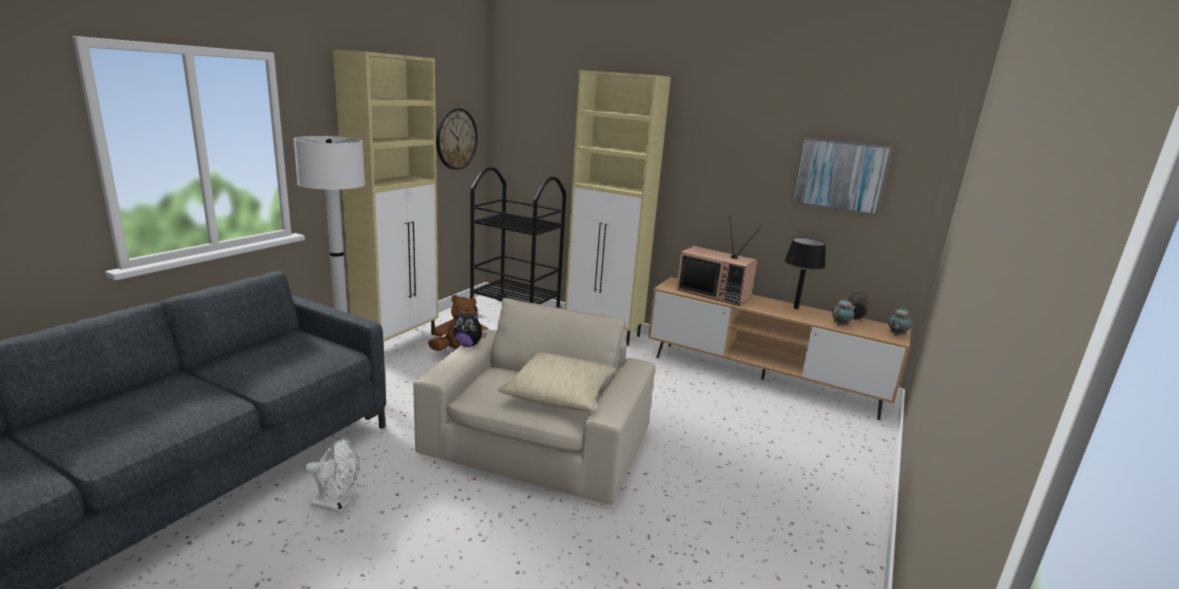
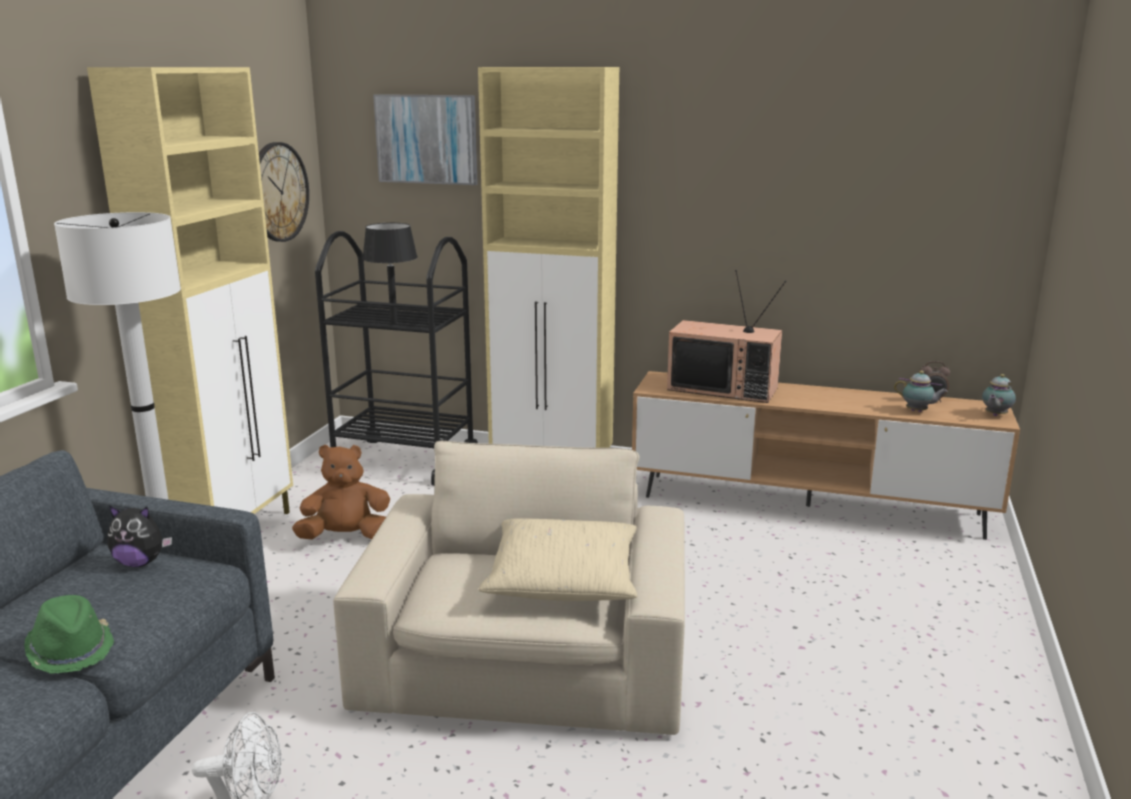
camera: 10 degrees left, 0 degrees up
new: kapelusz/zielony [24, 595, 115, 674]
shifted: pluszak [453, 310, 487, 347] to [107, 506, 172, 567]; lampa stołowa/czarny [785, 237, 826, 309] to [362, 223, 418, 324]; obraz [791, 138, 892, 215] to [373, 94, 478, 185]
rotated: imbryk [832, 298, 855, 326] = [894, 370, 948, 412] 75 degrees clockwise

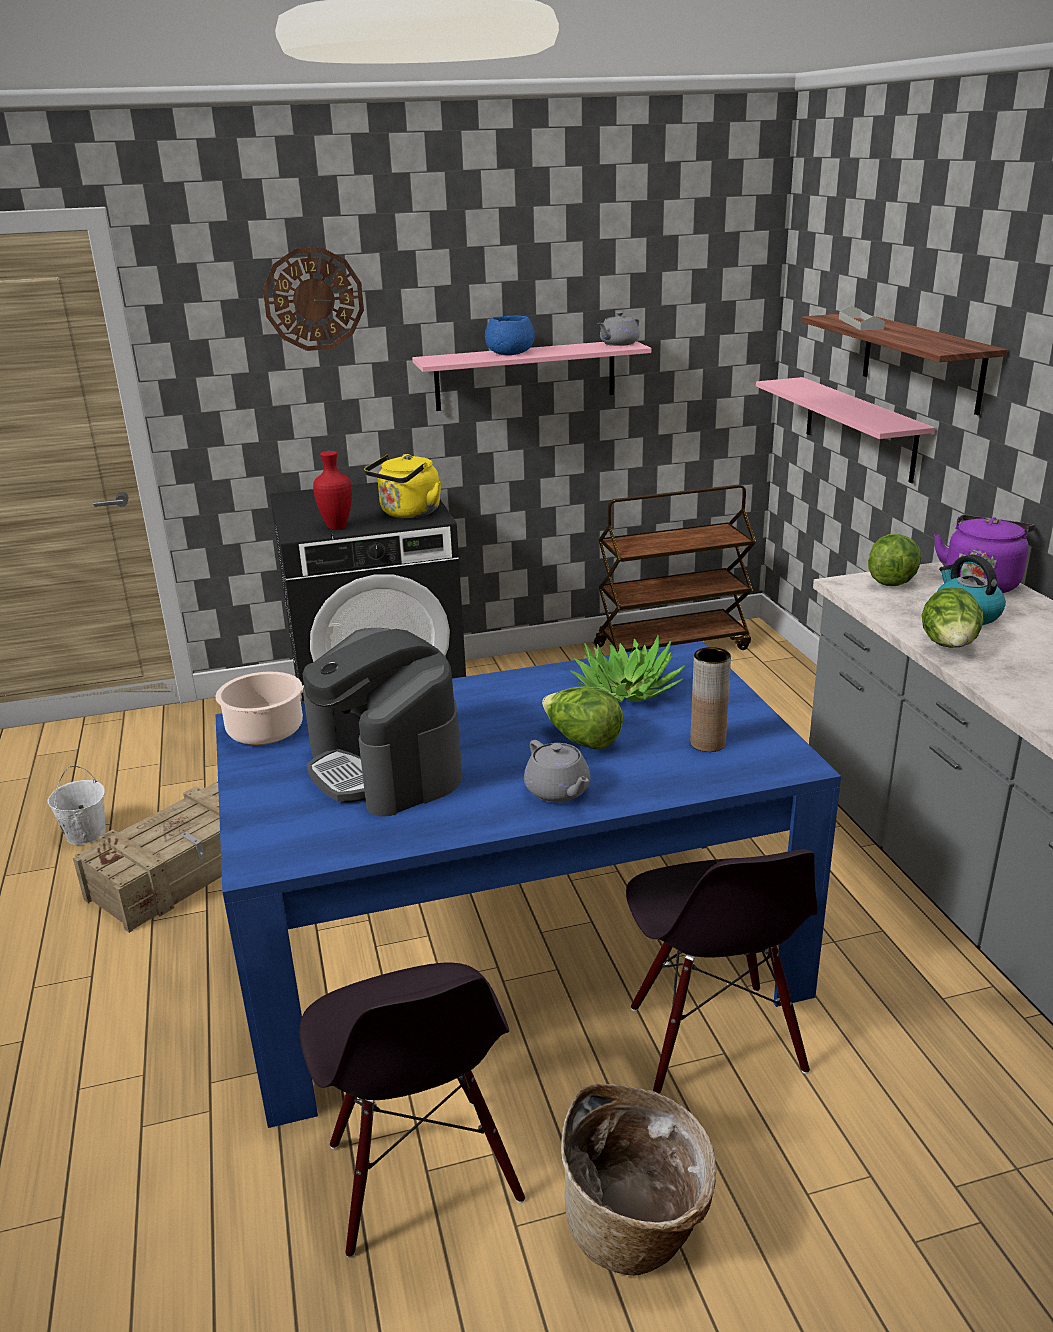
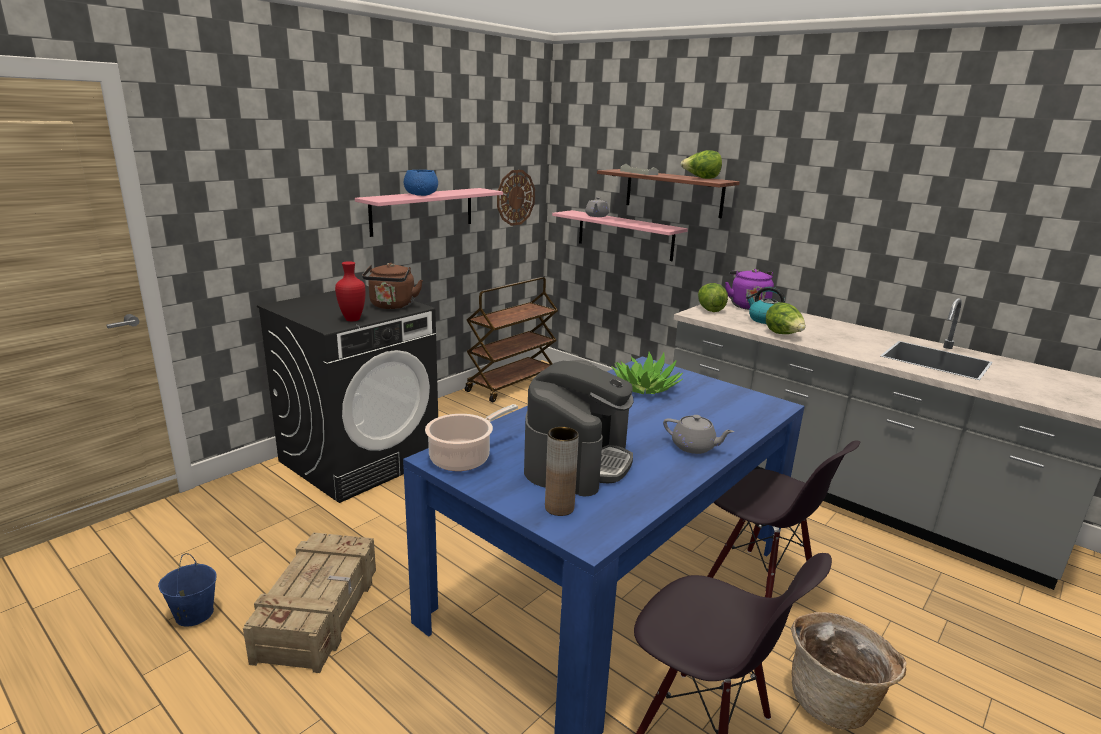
camera: 35 degrees left, 5 degrees down
shifted: zegar ścienny [263, 247, 364, 351] to [497, 170, 535, 226]; sałata [542, 687, 623, 750] to [681, 150, 722, 179]; imbryk/szary [598, 312, 640, 346] to [585, 197, 609, 217]; wazon/brązowy [690, 647, 731, 752] to [545, 427, 579, 516]
repainted: wiadro/biały [48, 766, 106, 845] to wiadro/niebieski [158, 553, 216, 627]; czajnik/żółty [364, 454, 441, 518] to czajnik/brązowy [362, 263, 423, 309]
rotated: ekspres do kawy [303, 628, 463, 817] = [524, 360, 634, 496] 90 degrees counterclockwise

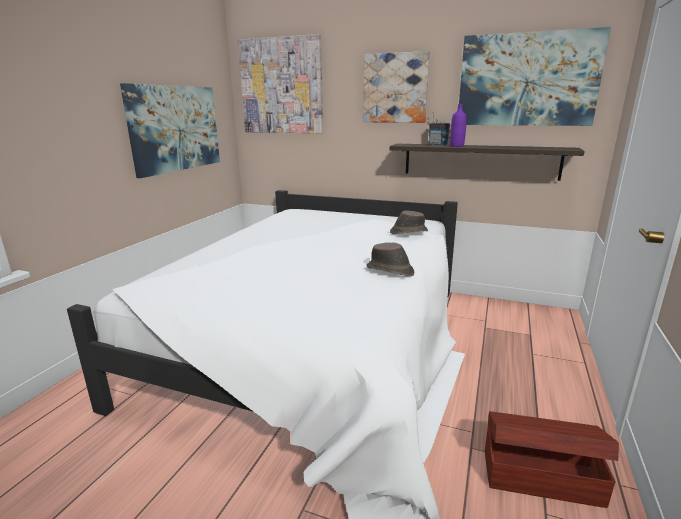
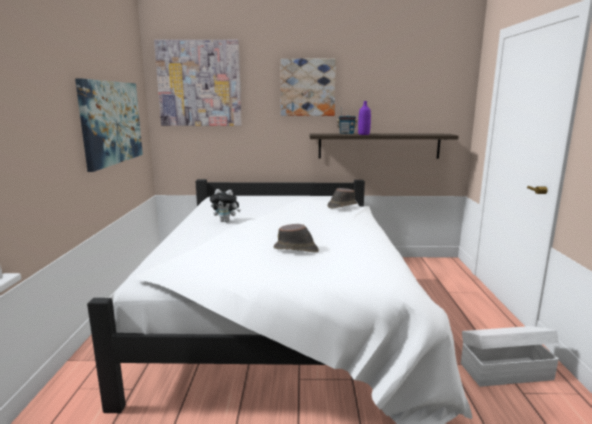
camera: 20 degrees left, 5 degrees down
gone: obraz [459, 27, 611, 126]
new: pluszak [210, 189, 240, 222]
shifted: kapelusz/brązowy [366, 242, 414, 276] to [273, 224, 319, 253]
repainted: pojemnik do przechowywania/brązowy [485, 411, 619, 508] to pojemnik do przechowywania/biały [461, 326, 559, 387]

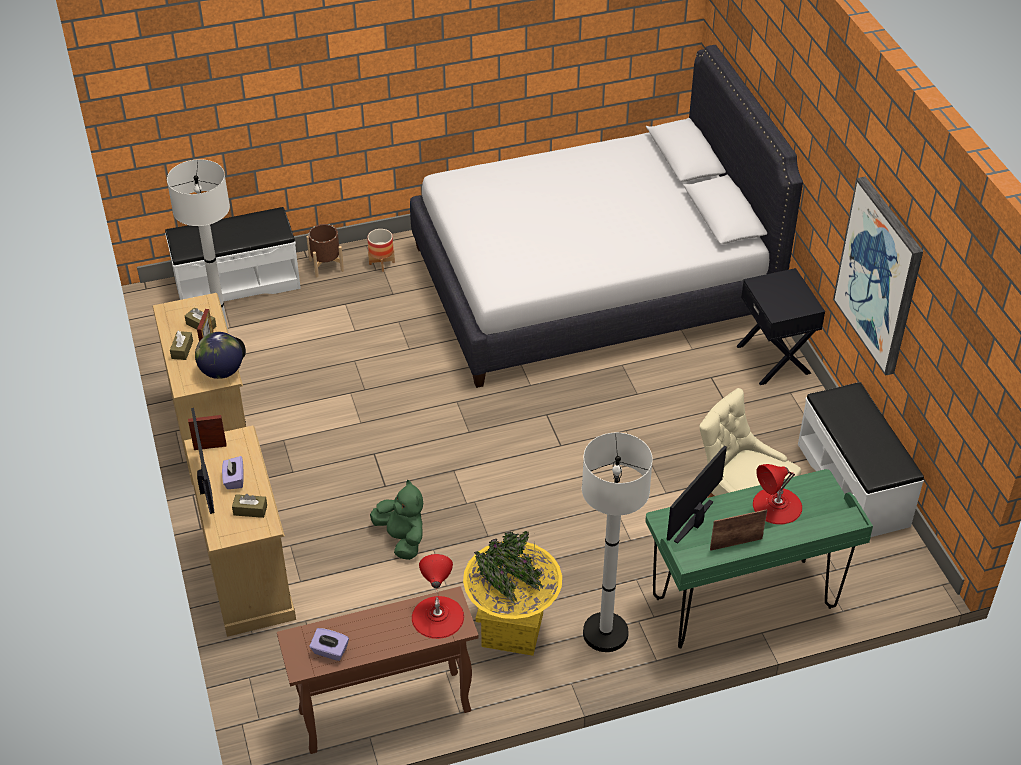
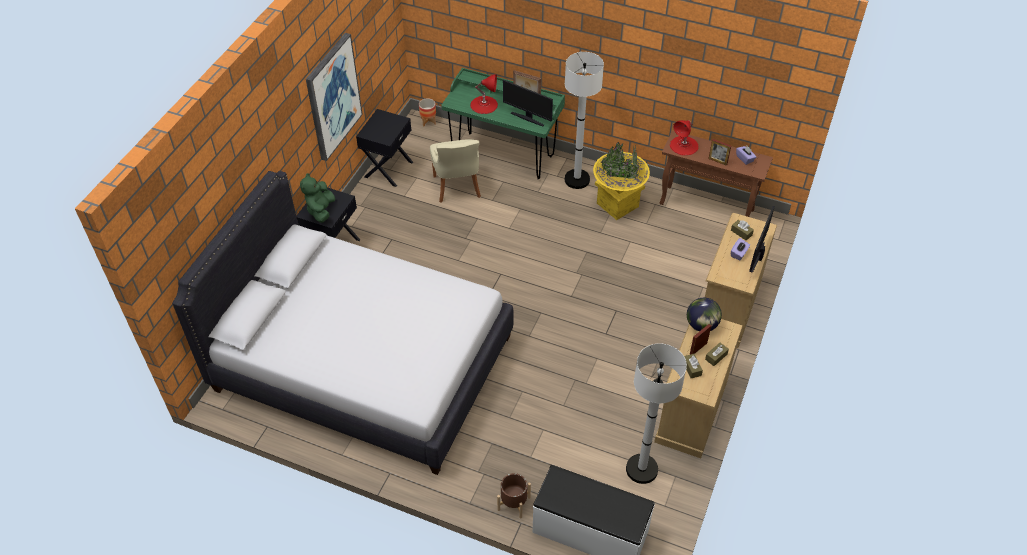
camera: 140 degrees left, 5 degrees up
shifted: ramka na zdjęcie [188, 415, 227, 450] to [709, 139, 731, 166]; donica [367, 229, 395, 272] to [419, 98, 436, 126]; pluszak/zielony [370, 480, 423, 560] to [300, 173, 335, 223]
swapped: ławka/biały [798, 382, 924, 537] to szafka nocna/czarny [356, 109, 413, 187]
rotated: monitor [667, 445, 727, 543] = [503, 80, 553, 127] 45 degrees clockwise

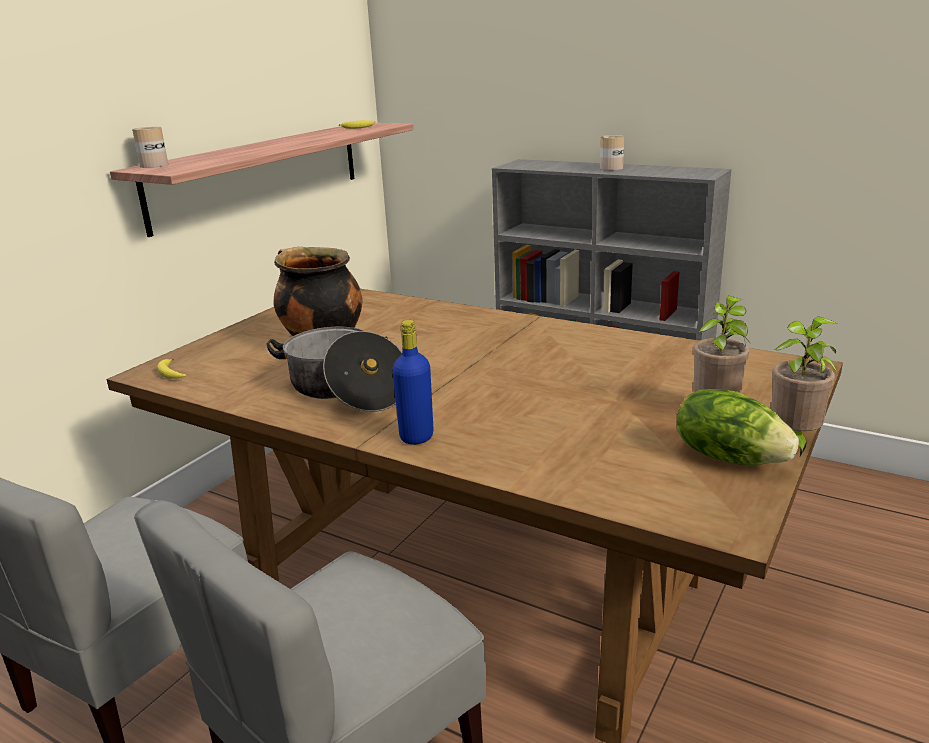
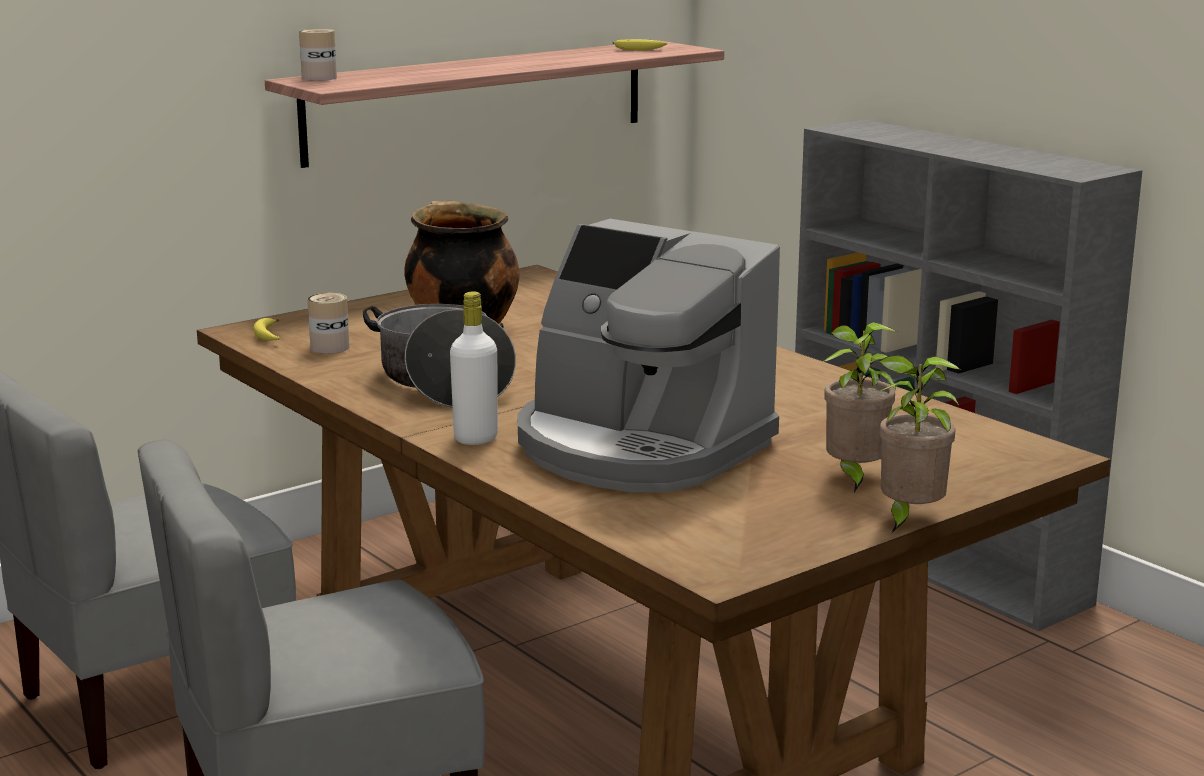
camera: 20 degrees right, 5 degrees down
gone: sałata [677, 389, 799, 465]
new: ekspres do kawy [517, 219, 780, 492]
shifted: puszka [600, 135, 624, 170] to [308, 293, 350, 354]
repainted: butelka/niebieski [392, 320, 434, 444] to butelka/biały [450, 292, 498, 445]

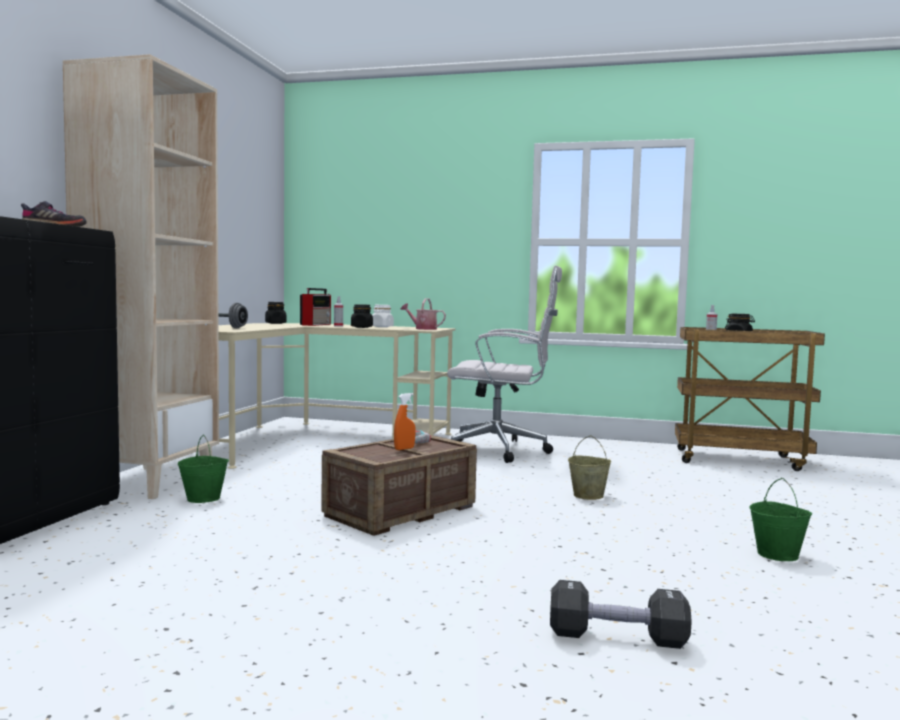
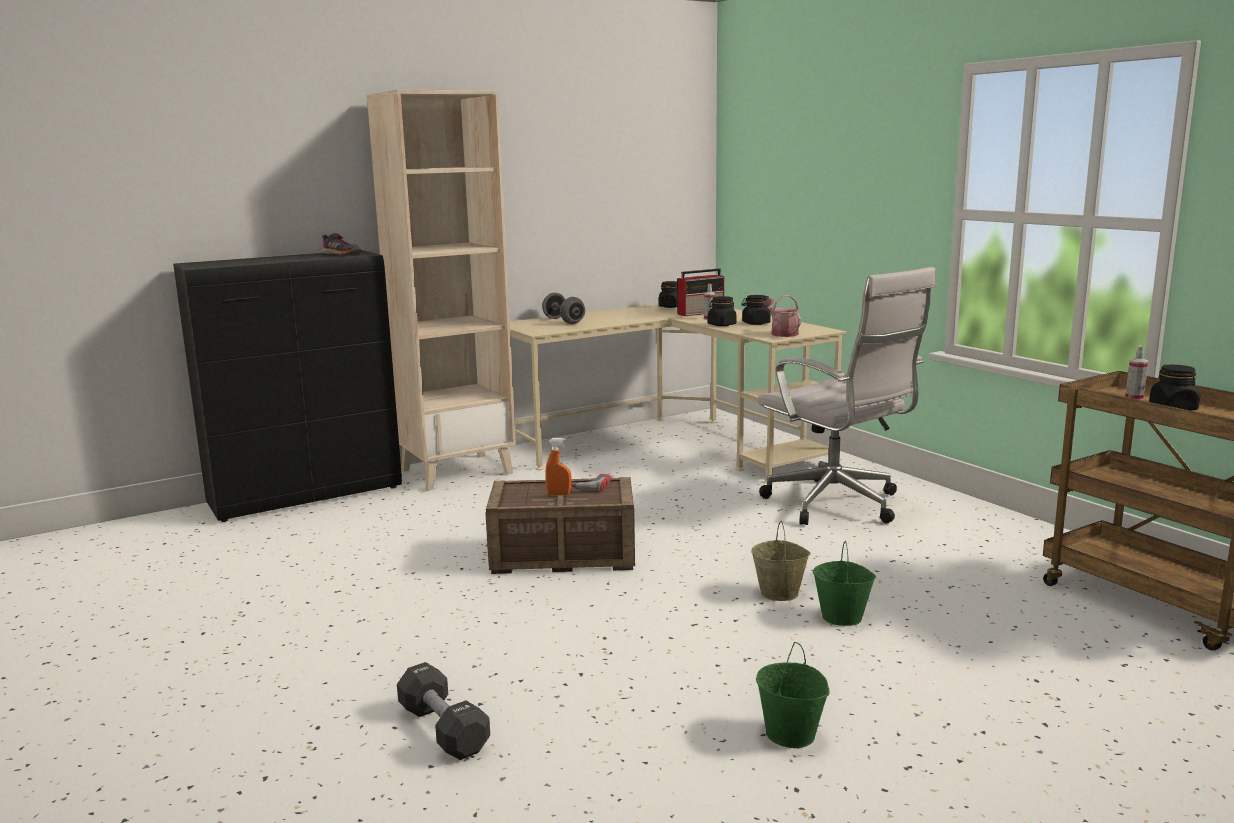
camera: 45 degrees right, 10 degrees up
shifted: wiadro/zielony [178, 435, 229, 503] to [813, 541, 876, 626]
repainted: słoik/biały [372, 305, 394, 327] to słoik/czarny [741, 295, 771, 325]

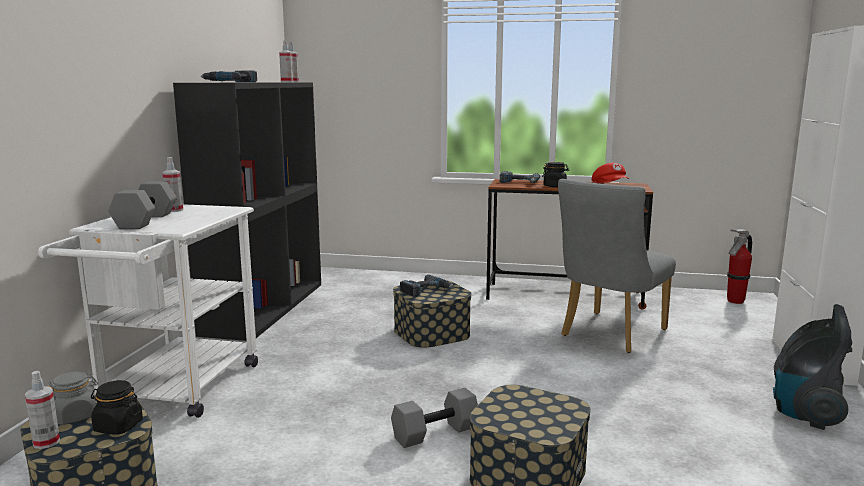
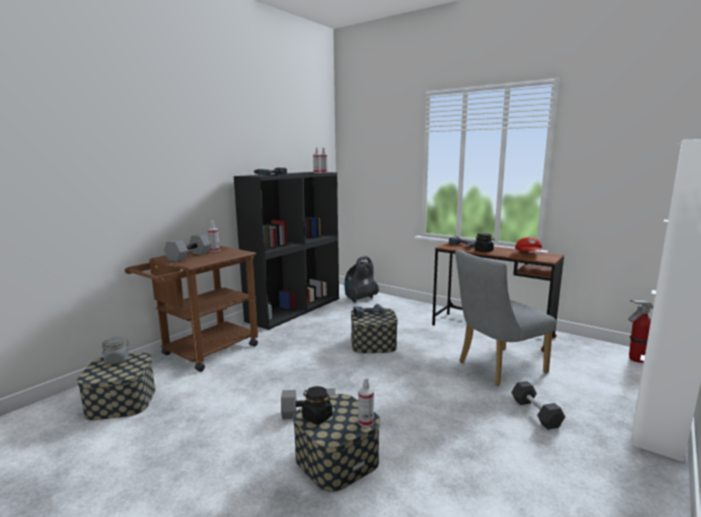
camera: 25 degrees right, 0 degrees up
new: hantel/czarny [511, 381, 565, 430]
shifted: spryskiwacz [25, 371, 60, 449] to [358, 377, 374, 427]; słoik/czarny [91, 380, 143, 435] to [302, 386, 332, 425]; odkurzacz [773, 304, 852, 430] to [345, 256, 379, 303]
repainted: wózek/biały [38, 204, 258, 418] to wózek/brązowy [125, 246, 258, 372]

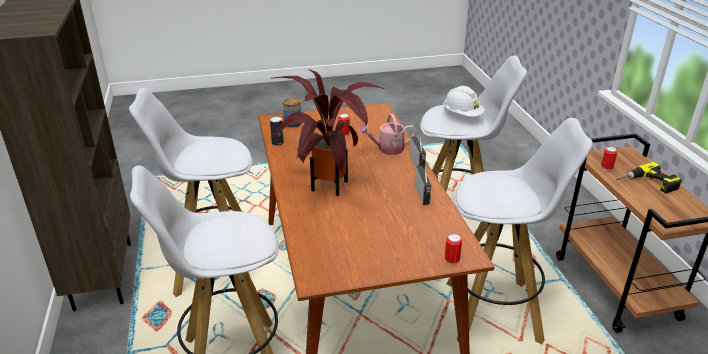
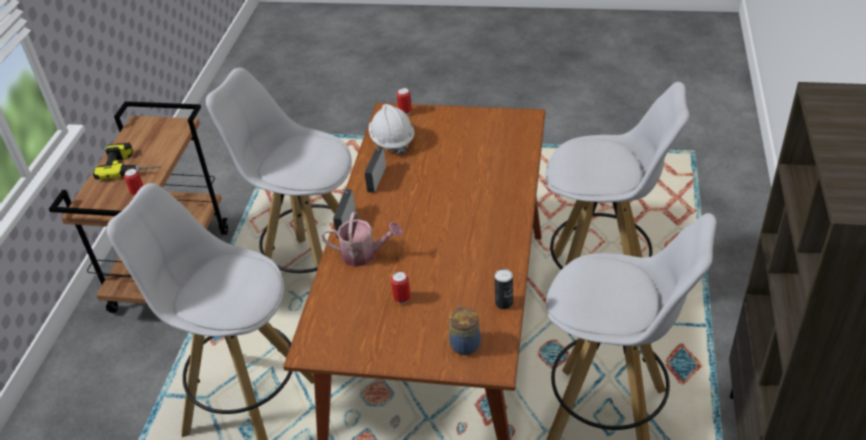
camera: 155 degrees left, 10 degrees up
gone: roślina doniczkowa [271, 69, 384, 196]
shifted: kask/biały [443, 86, 485, 117] to [369, 104, 414, 155]

